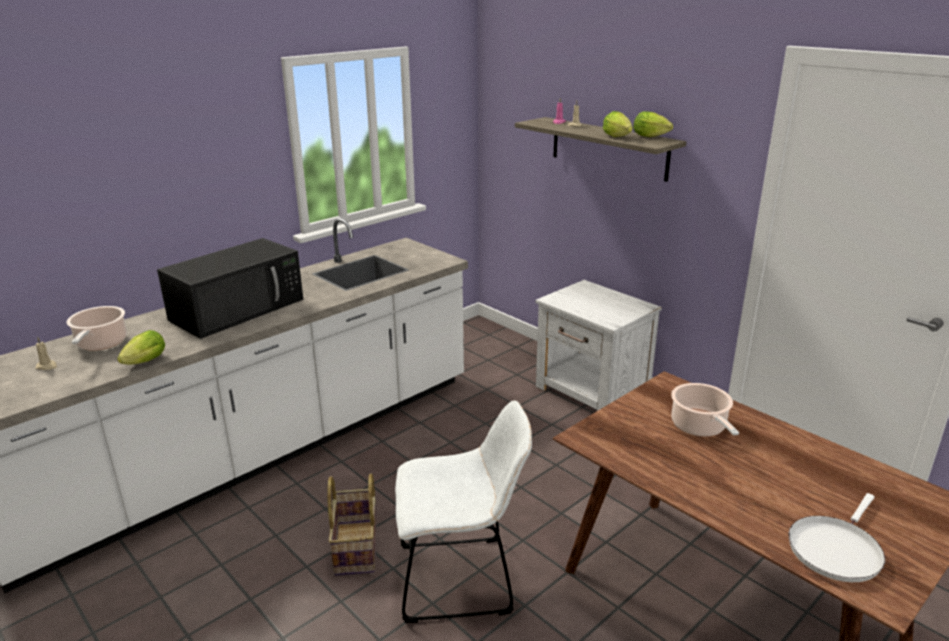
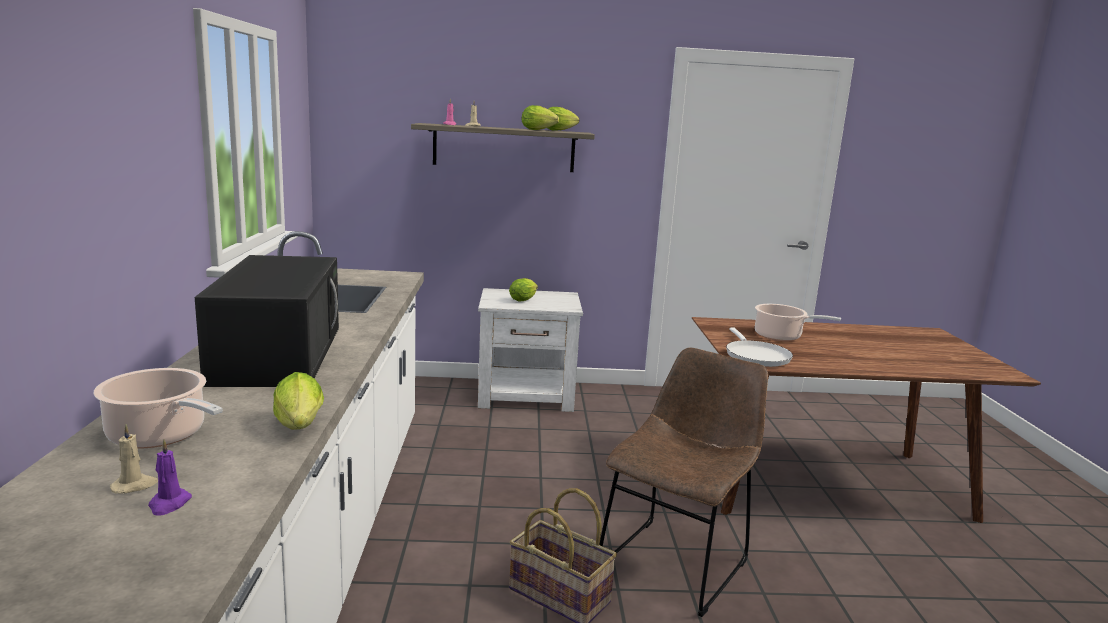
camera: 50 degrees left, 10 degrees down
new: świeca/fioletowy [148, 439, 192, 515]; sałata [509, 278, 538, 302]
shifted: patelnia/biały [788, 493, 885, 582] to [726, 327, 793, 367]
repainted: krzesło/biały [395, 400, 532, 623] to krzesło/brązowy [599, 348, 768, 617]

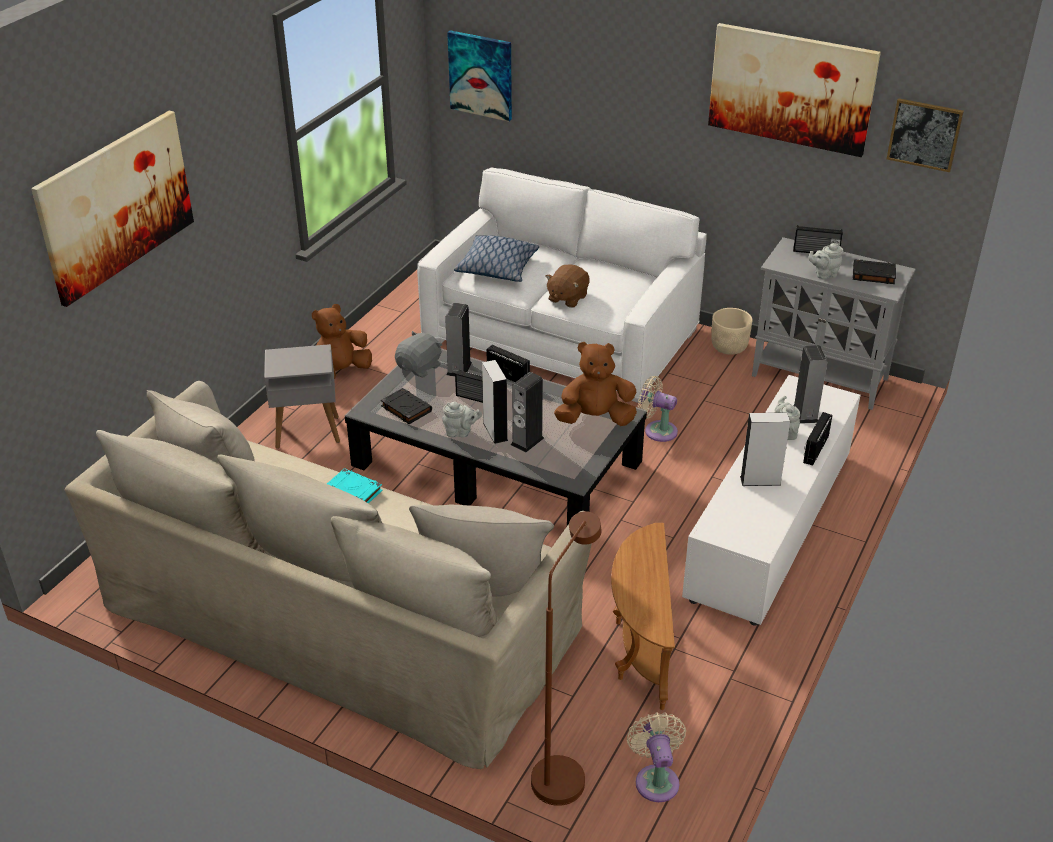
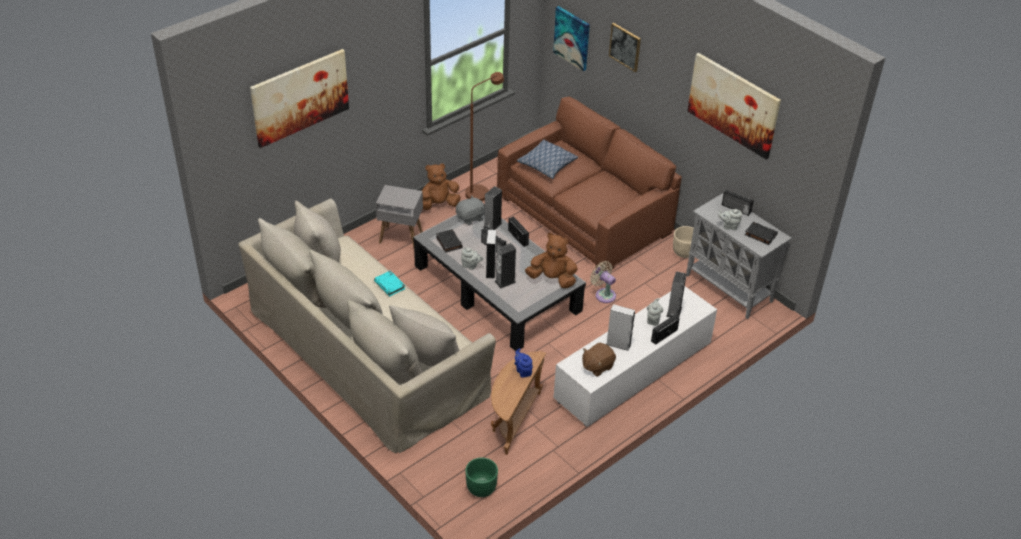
camera: 20 degrees right, 5 degrees up
new: imbryk/niebieski [514, 348, 533, 378]
shifted: lampa stojąca/brązowy [531, 511, 602, 806] to [465, 72, 504, 201]; pluszak/brązowy [545, 264, 589, 308] to [582, 342, 616, 377]; obraz [887, 98, 964, 172] to [609, 23, 641, 72]
swapped: wentylator/beżowy [627, 712, 686, 802] to donica/zielony [465, 458, 498, 497]
repainted: kanapa/biały [417, 168, 707, 403] to kanapa/brązowy [497, 96, 682, 271]

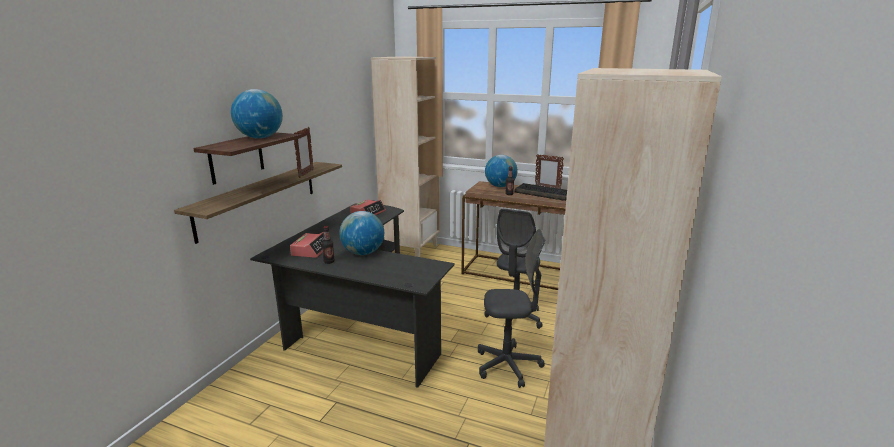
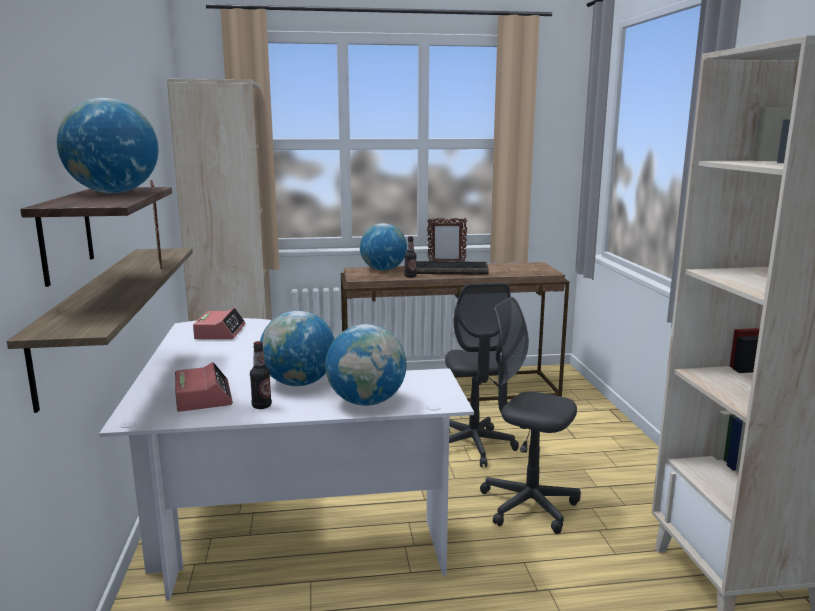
camera: 30 degrees left, 5 degrees down
new: globus [325, 324, 407, 406]
repainted: biurko/czarny [250, 203, 455, 388] to biurko/biały [99, 318, 474, 601]
rotated: krzesło biurowe/szary [478, 229, 545, 388] = [480, 297, 581, 534] 120 degrees counterclockwise

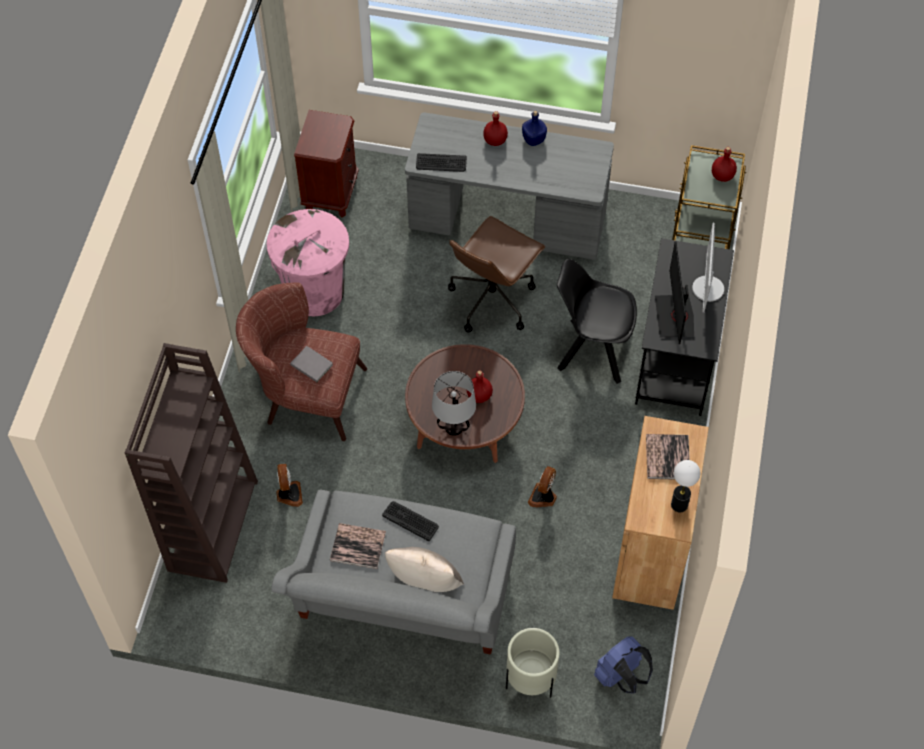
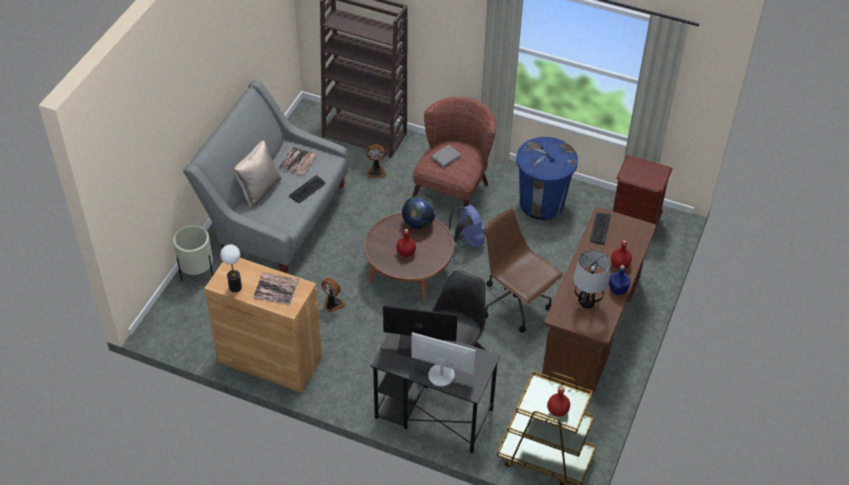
camera: 100 degrees right, 10 degrees down
new: globus [402, 195, 435, 229]
shifted: lampa stołowa [432, 371, 476, 436] to [574, 250, 610, 308]; plecak/niebieski [594, 636, 653, 694] to [449, 205, 485, 248]
repainted: kosz na śmieci/różowy [267, 209, 349, 316] to kosz na śmieci/niebieski [516, 137, 578, 220]; biurko/szary [405, 112, 614, 260] to biurko/brązowy [542, 207, 656, 394]

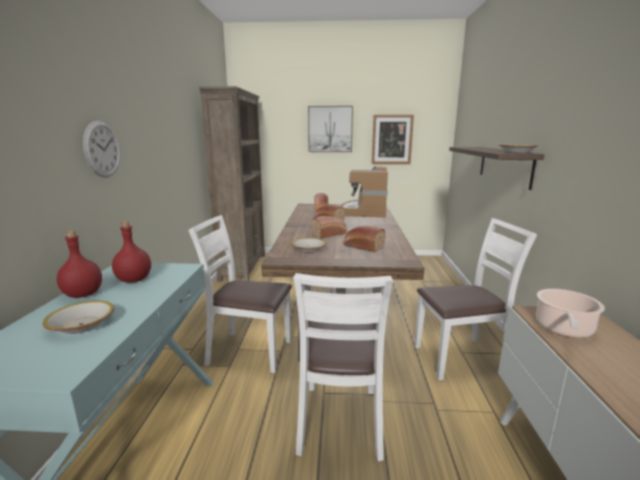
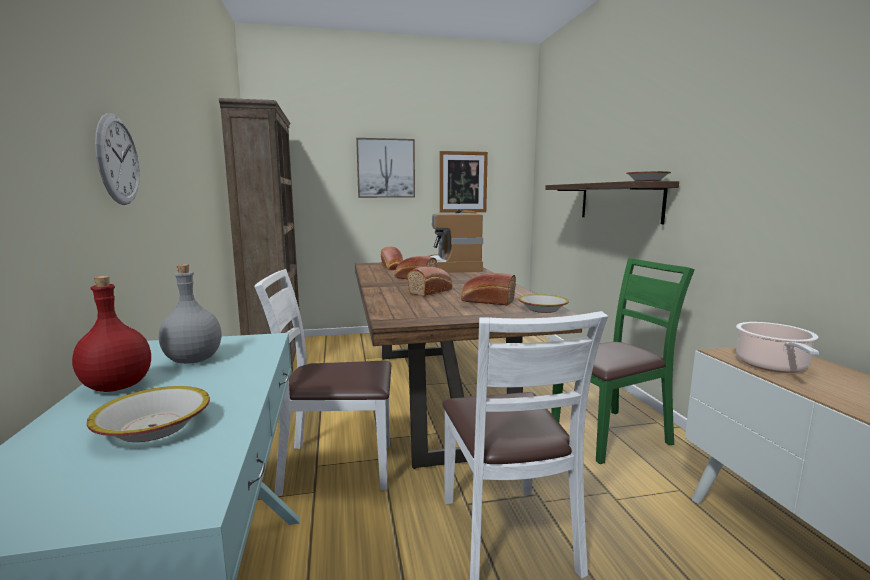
camera: 15 degrees left, 5 degrees down
shifted: miska [291, 238, 327, 253] to [518, 294, 569, 313]
repainted: butelka/czerwony [112, 221, 151, 283] to butelka/szary [159, 264, 222, 364]; krzesło/biały [414, 218, 537, 381] to krzesło/zielony [551, 258, 695, 464]

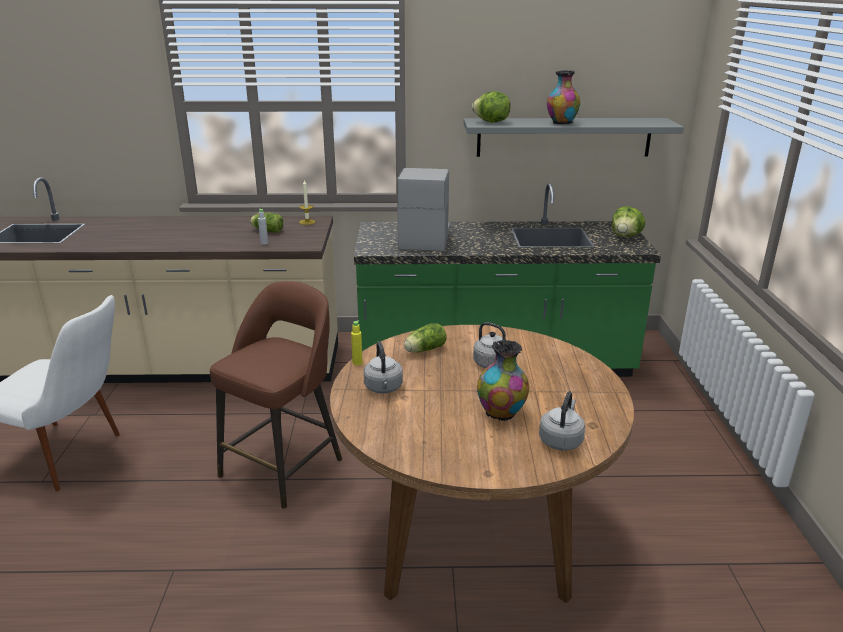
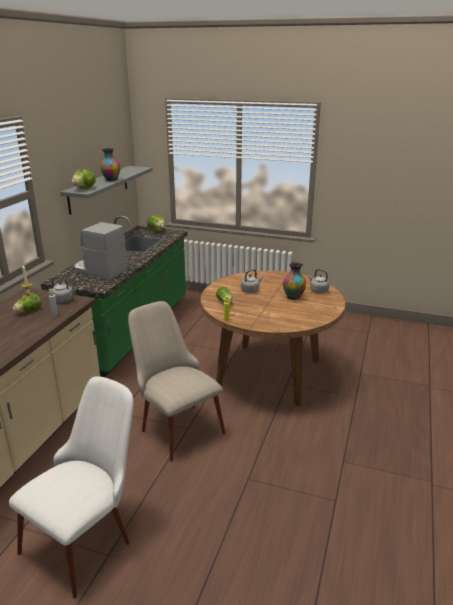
camera: 70 degrees left, 0 degrees up
shifted: czajnik/szary [363, 341, 403, 393] to [52, 277, 77, 303]
swapped: stołek/brązowy [210, 281, 342, 509] to krzesło/beżowy [128, 301, 225, 462]

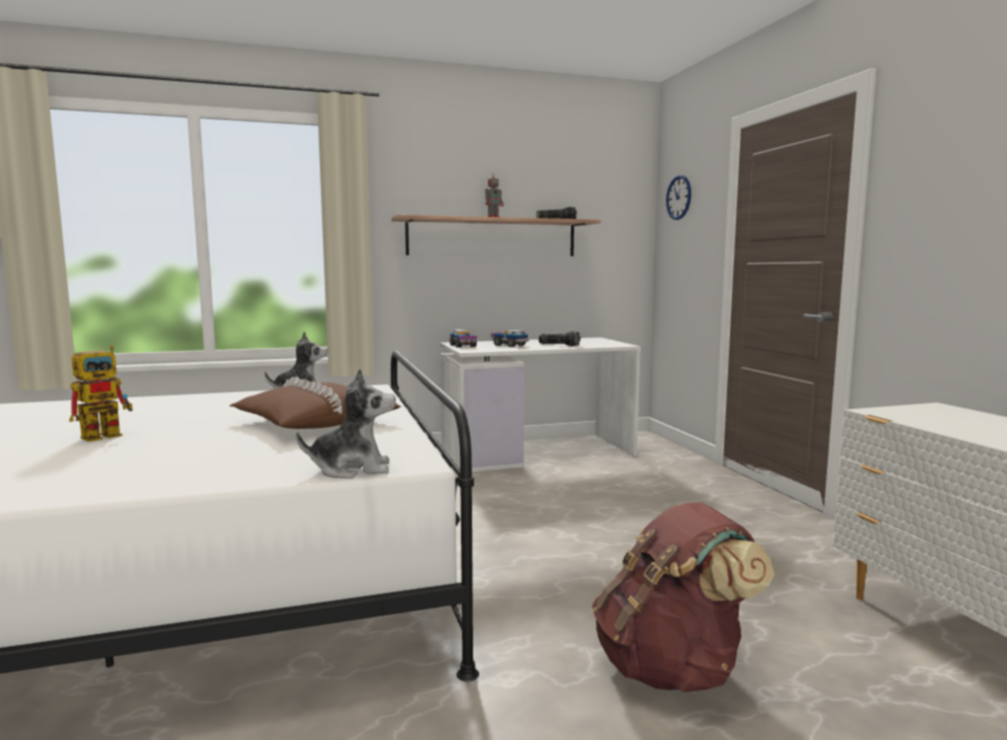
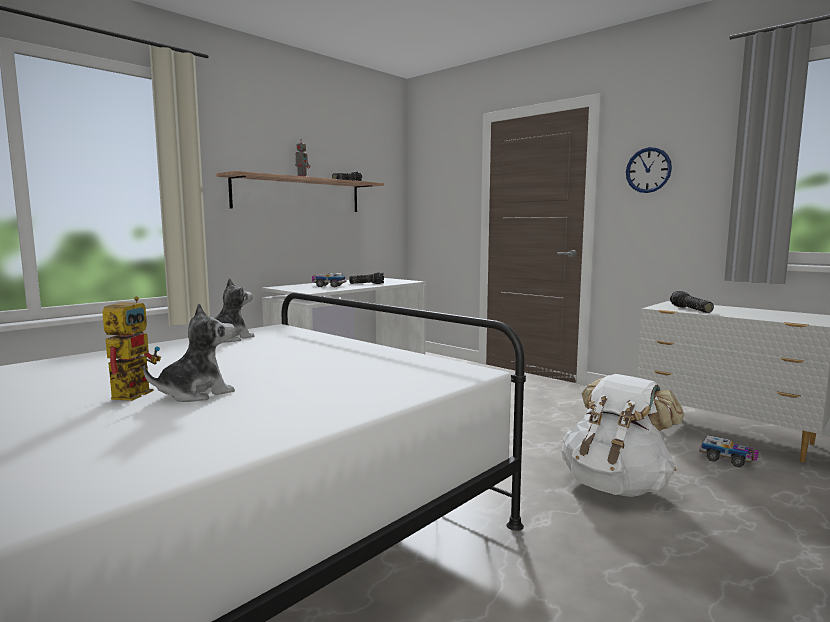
camera: 30 degrees left, 0 degrees up
gone: poduszka/brązowy [229, 376, 401, 429]
new: latarka [670, 291, 714, 313]
shifted: pluszak [296, 369, 396, 479] to [143, 303, 235, 402]; ciężarówka zabawkowa [450, 329, 477, 348] to [699, 435, 758, 467]; zegar ścienny [666, 175, 691, 220] to [626, 147, 672, 193]
repainted: plecak/brązowy [592, 502, 774, 692] to plecak/biały [561, 374, 685, 497]

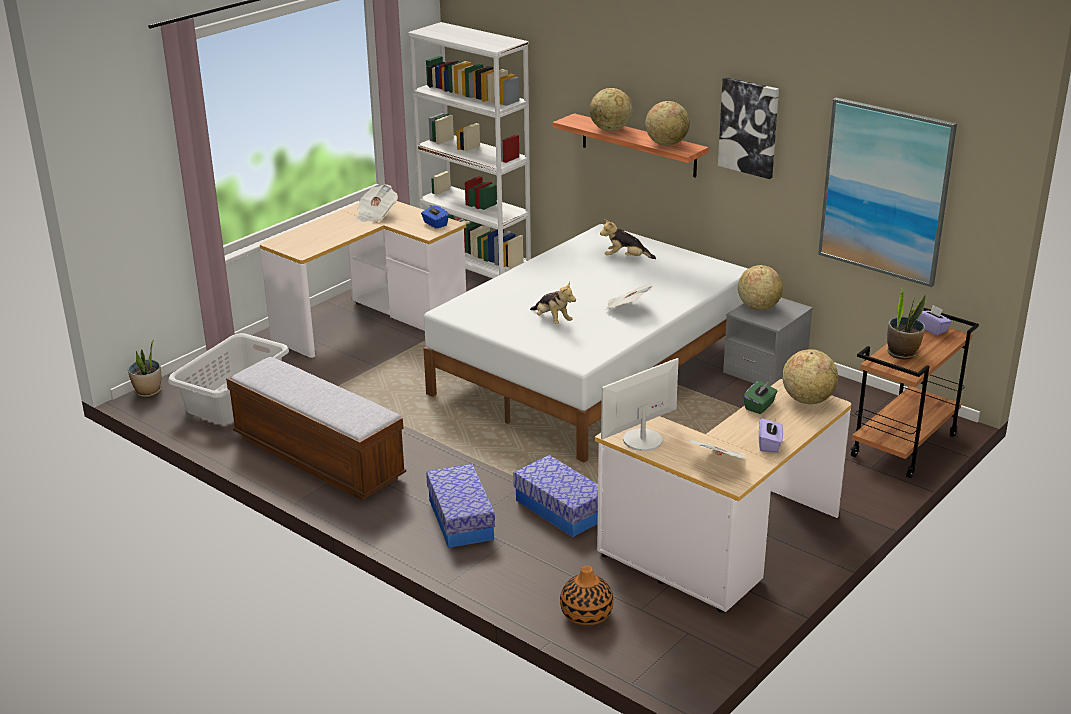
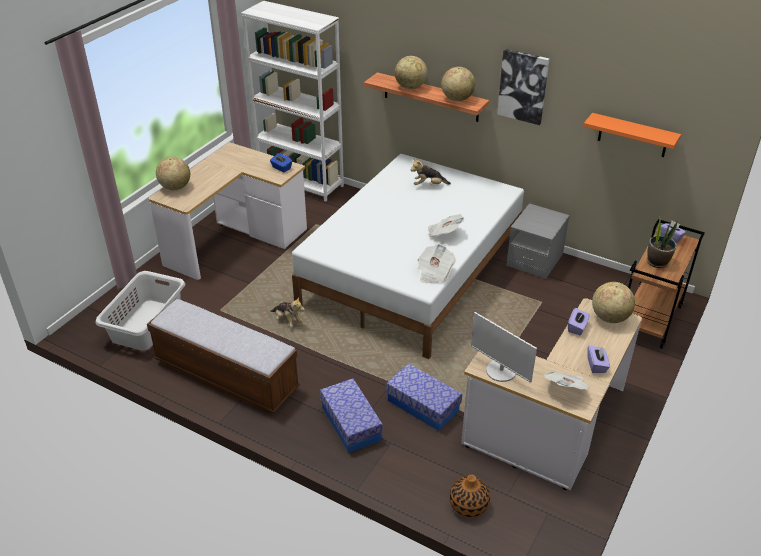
camera: 10 degrees left, 10 degrees up
gone: roślina doniczkowa [128, 340, 161, 397]
shifted: gazeta [356, 184, 398, 222] to [418, 244, 456, 283]; pluszak [530, 282, 576, 324] to [270, 298, 305, 327]; globus [738, 265, 783, 310] to [156, 156, 190, 190]
swapped: obraz [818, 98, 957, 287] to półka/pomarańczowy [583, 113, 681, 157]
repainted: pudełko chusteczek/zielony [744, 381, 778, 414] to pudełko chusteczek/fioletowy [568, 308, 590, 335]
rotated: monitor [601, 358, 679, 451] = [471, 312, 537, 383] 90 degrees counterclockwise

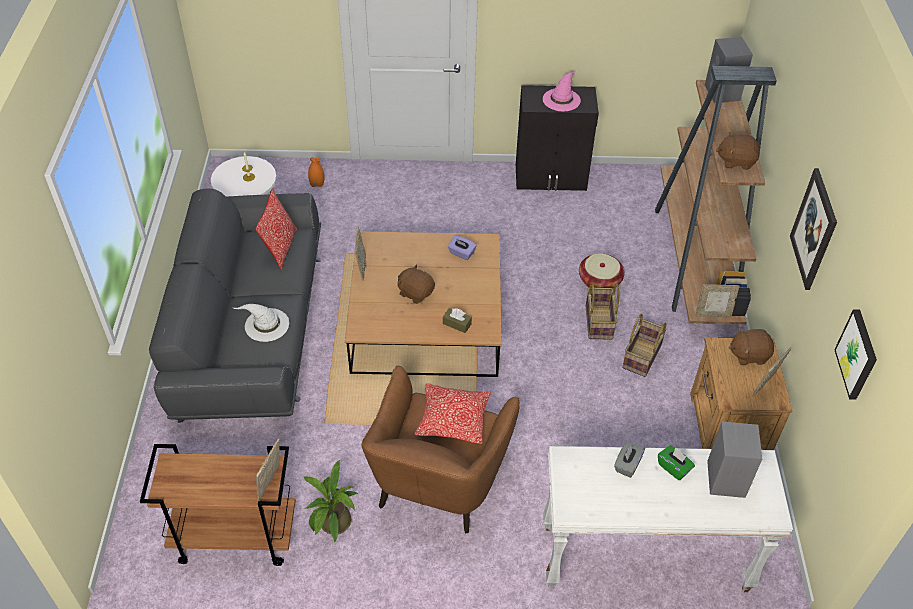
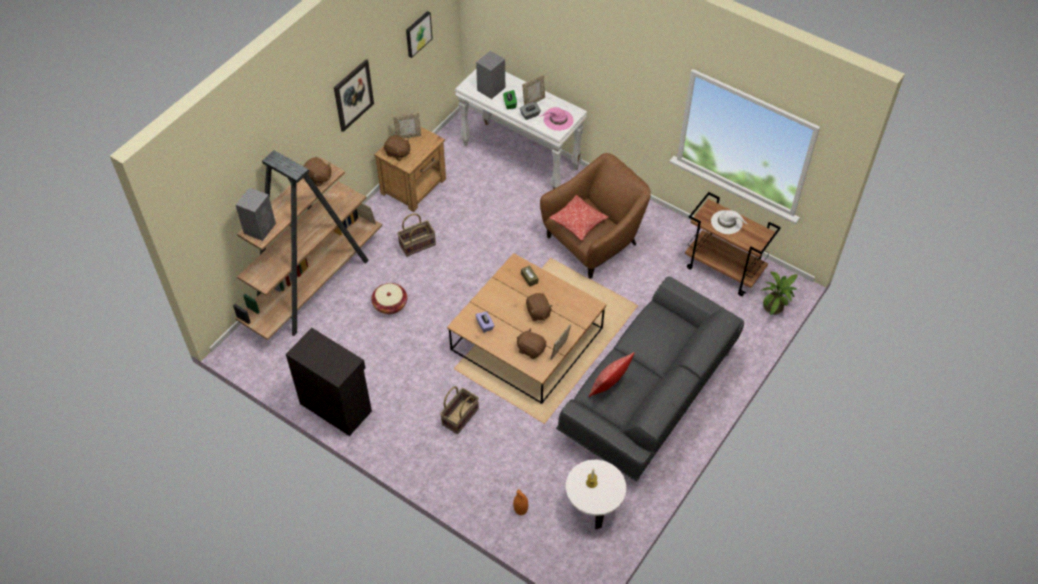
camera: 145 degrees left, 5 degrees up
new: pluszak/brązowy [517, 328, 546, 359]
shifted: kapelusz/biały [233, 304, 289, 342] to [711, 210, 747, 234]; ramka na zdjęcie [256, 439, 280, 501] to [522, 74, 545, 105]; roślina doniczkowa [304, 460, 358, 543] to [761, 272, 798, 315]; kapelusz/różowy [543, 71, 581, 111] to [540, 107, 574, 131]; koszyk [586, 283, 619, 340] to [440, 386, 479, 434]

